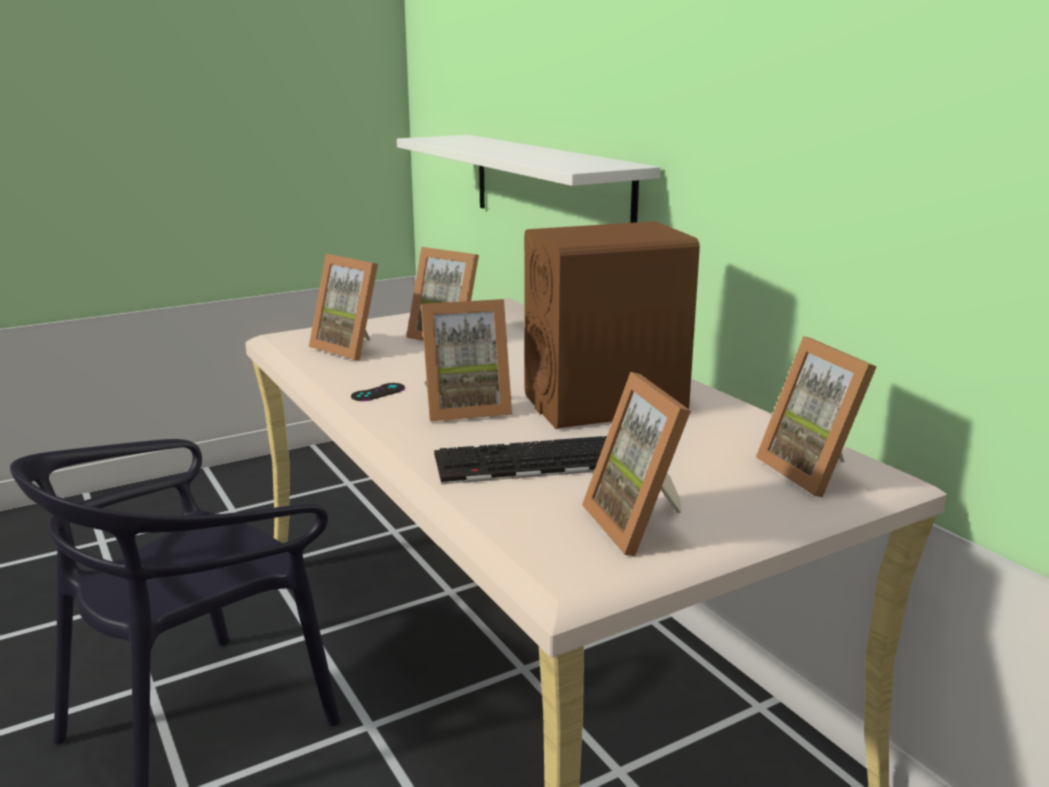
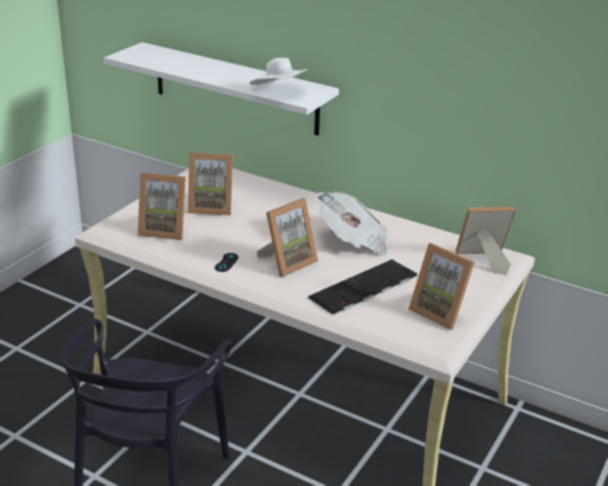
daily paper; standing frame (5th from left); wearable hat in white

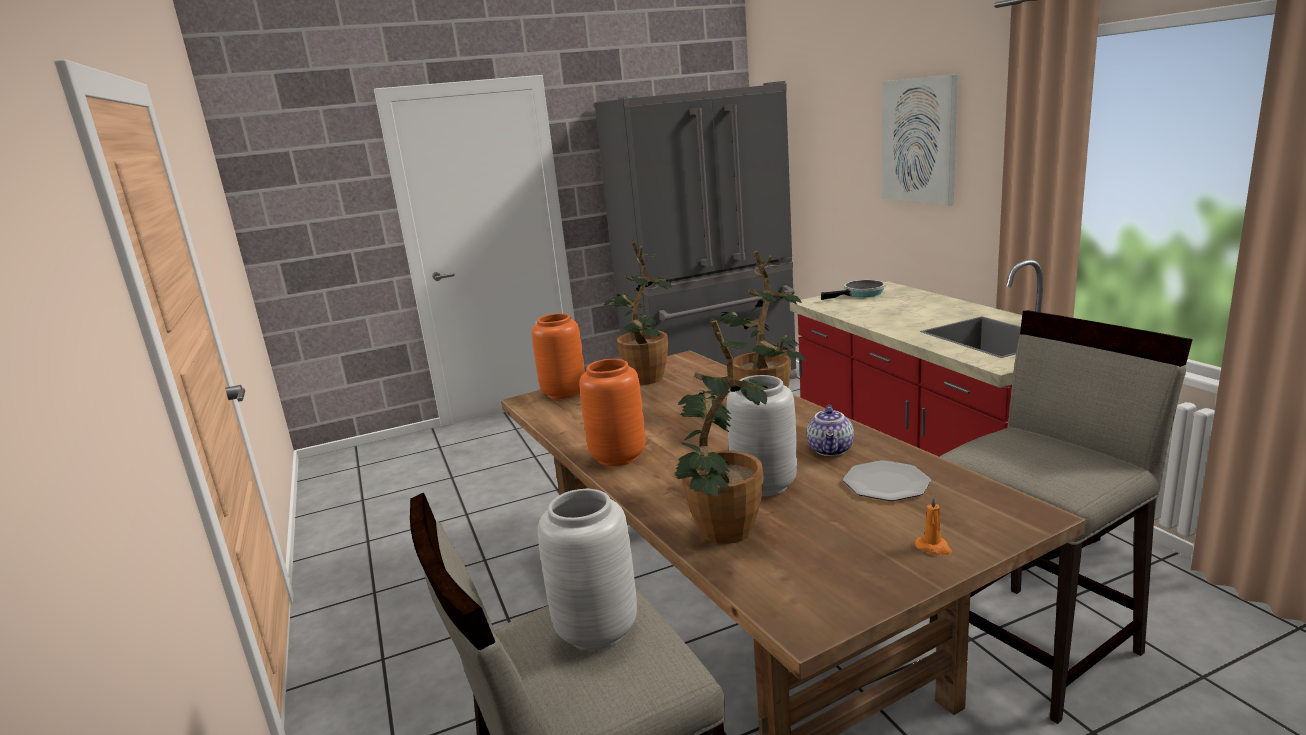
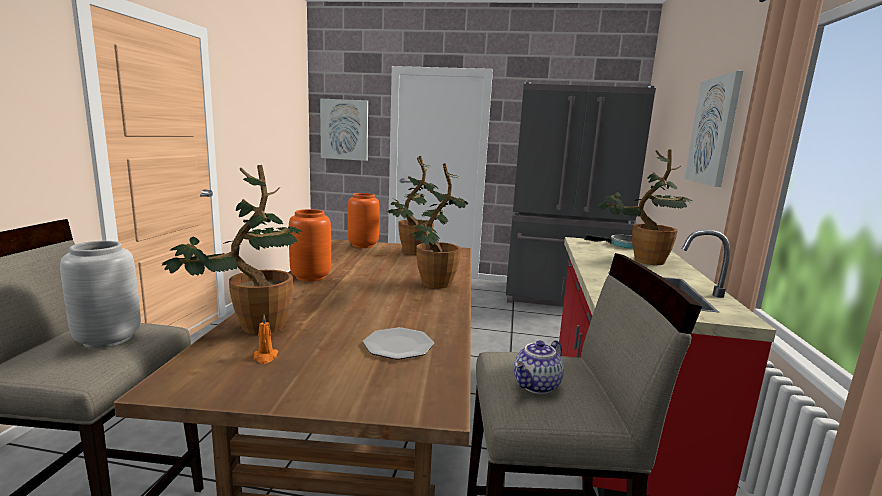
flower vase in grey (2nd from left in the first image); tea pot; candle in orange; picture (1st from left); plant in a pot (4th from left)

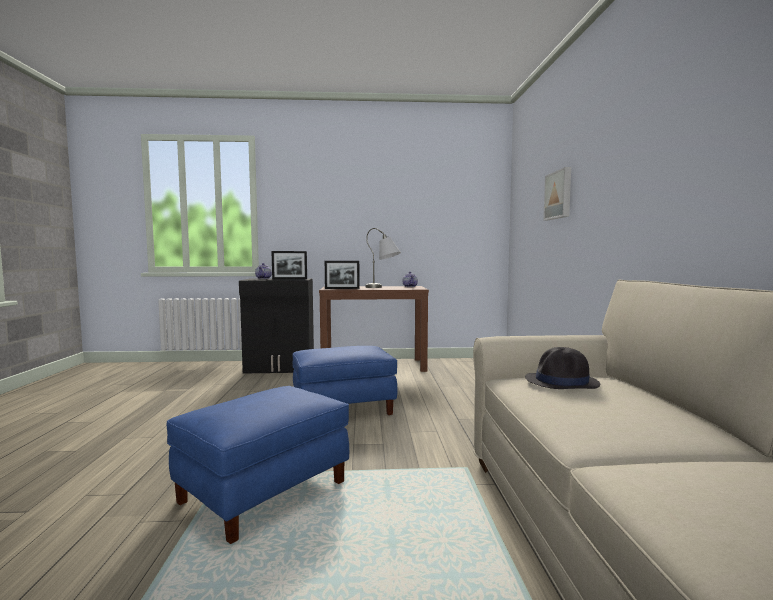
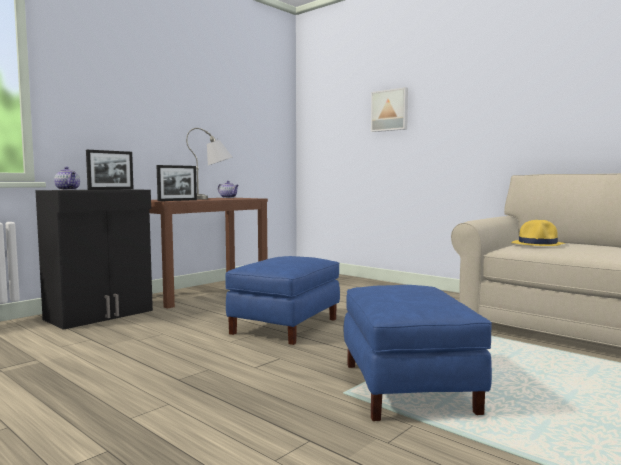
wearable hat in yellow

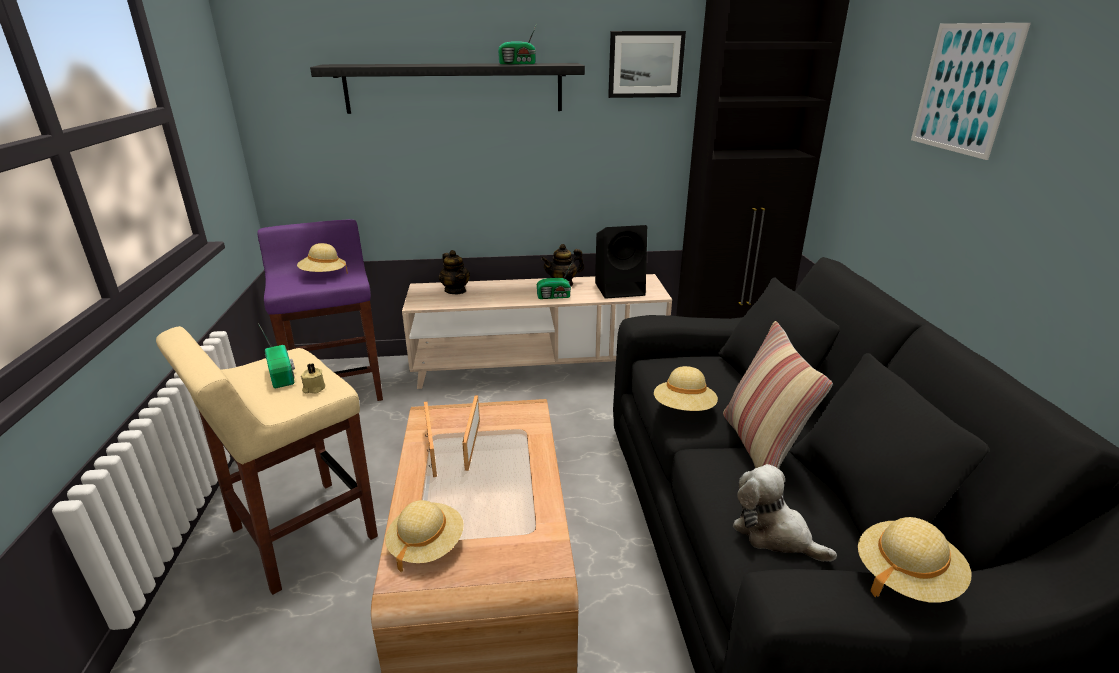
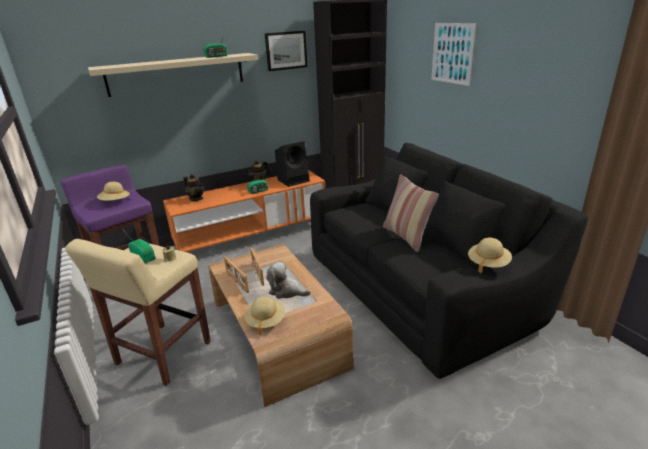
bracket shelf in beige; media console in orange; wearable hat in beige (3rd from left in the first image); soft toy

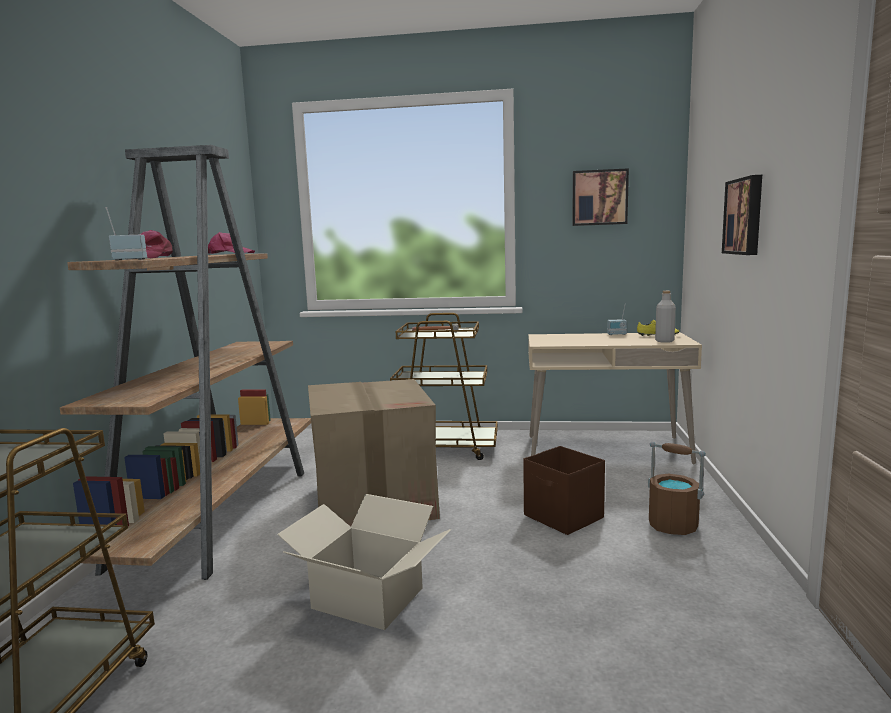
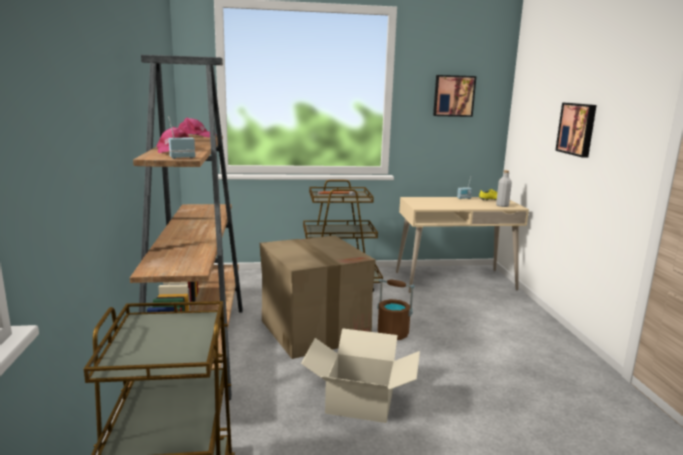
storage box in brown; water bucket in brown

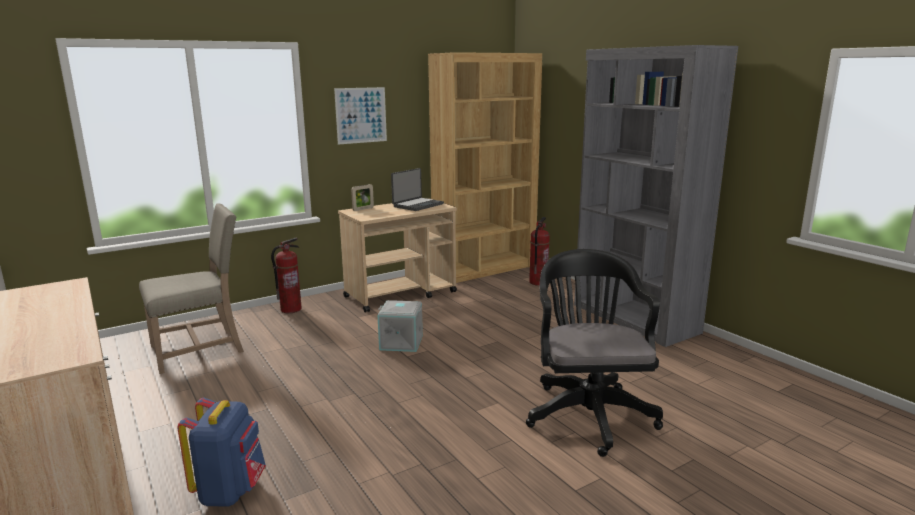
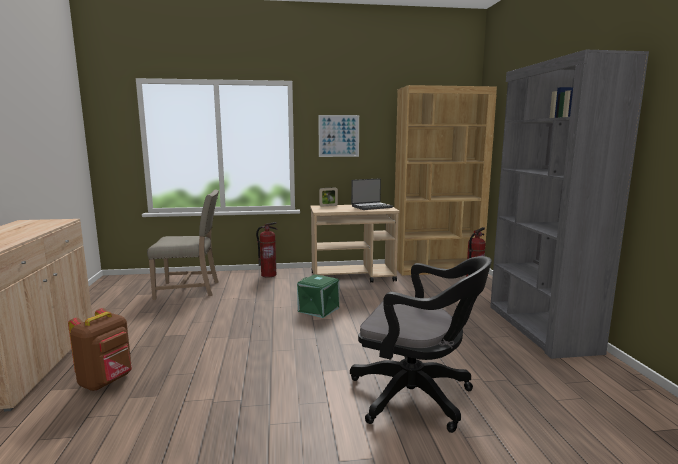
backpack in brown; storage box in green-coloured; computer chair in black

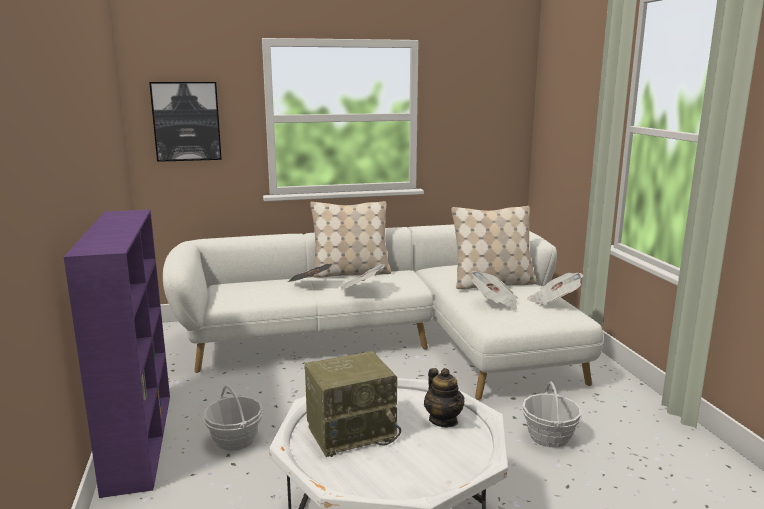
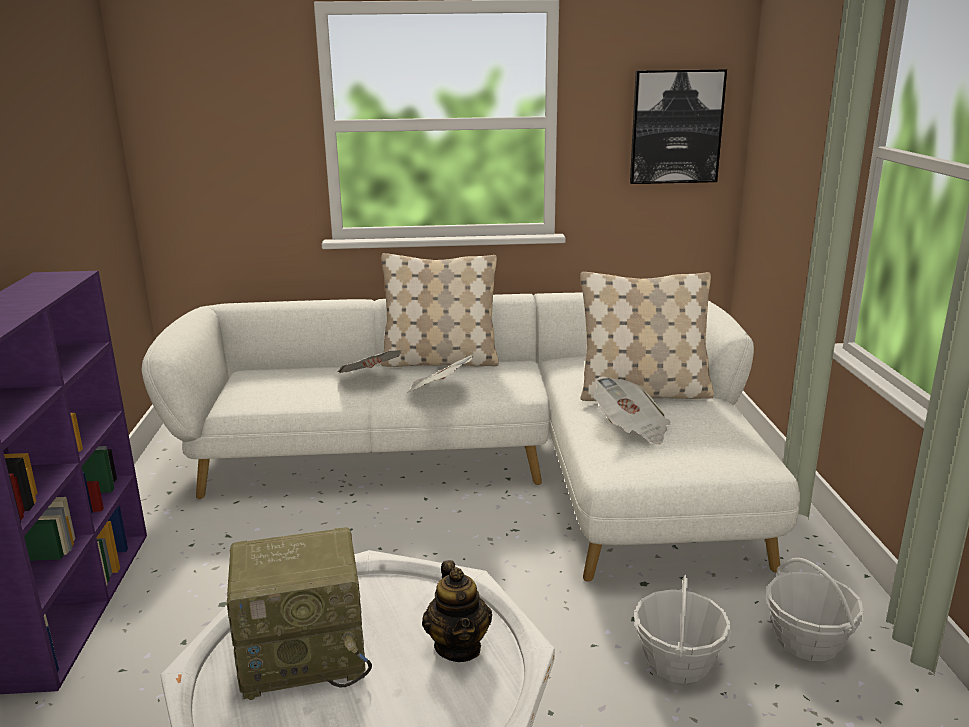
picture; storage basket (2nd from left); daily paper (4th from left in the first image)

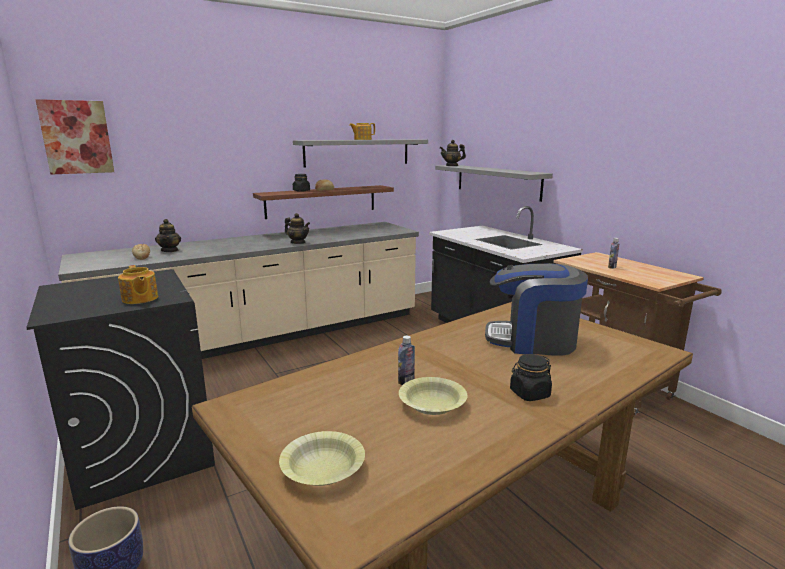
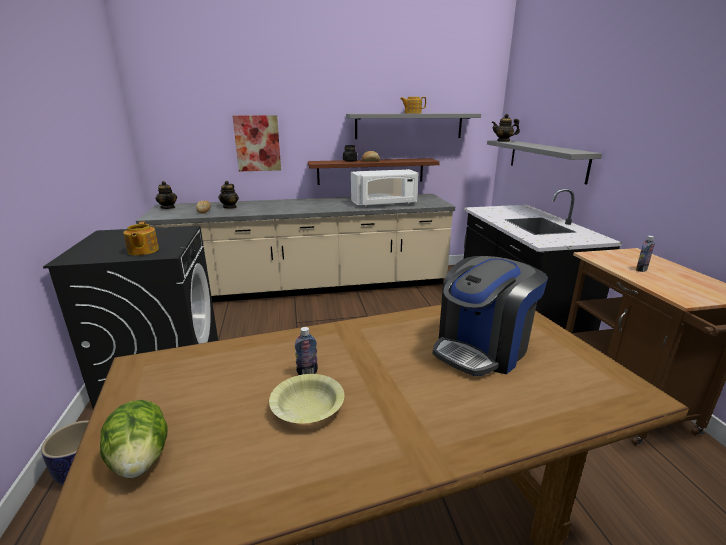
picture; lettuce head; tea pot (2nd from left); coffee maker; preserve jar in black (2nd from left in the first image); microwave oven in white

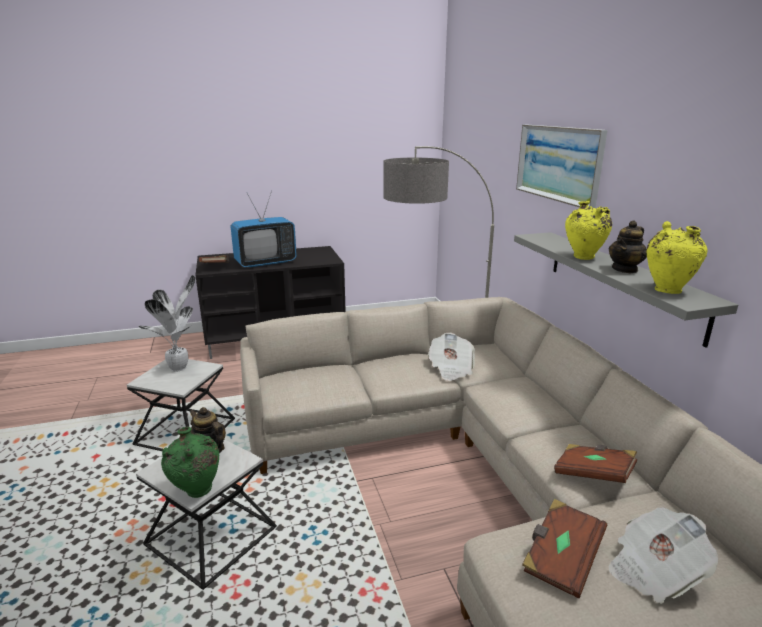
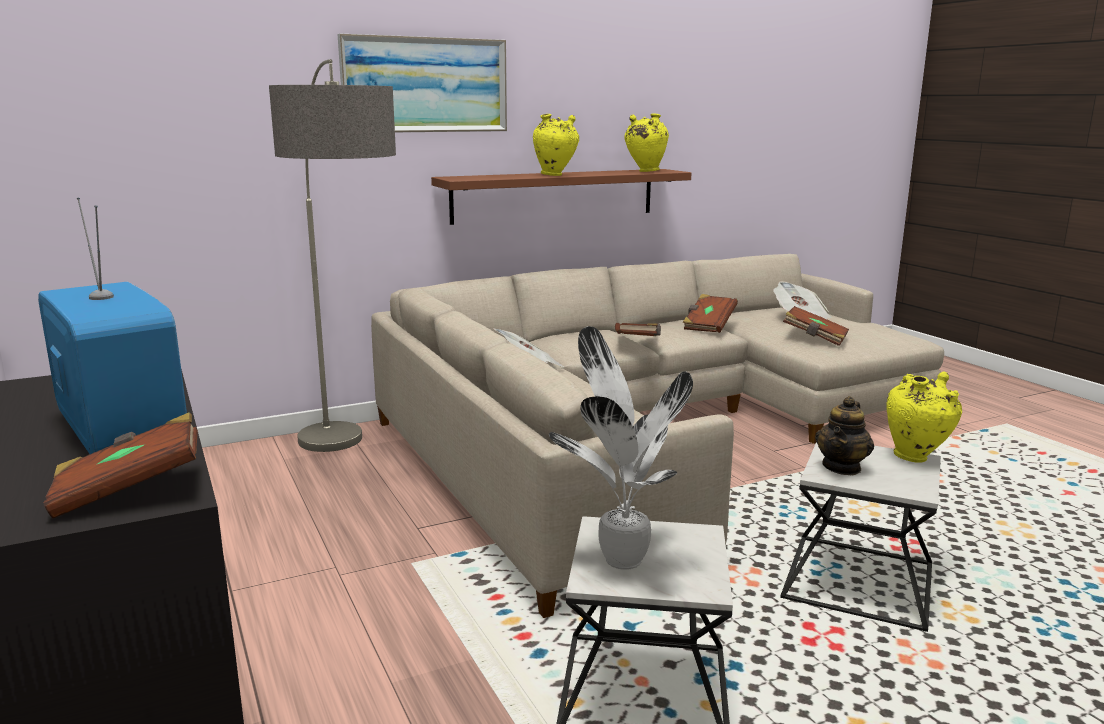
flower vase in yellow (3rd from left); bracket shelf in brown; tea pot (2nd from left in the first image); book in brown (2nd from left)

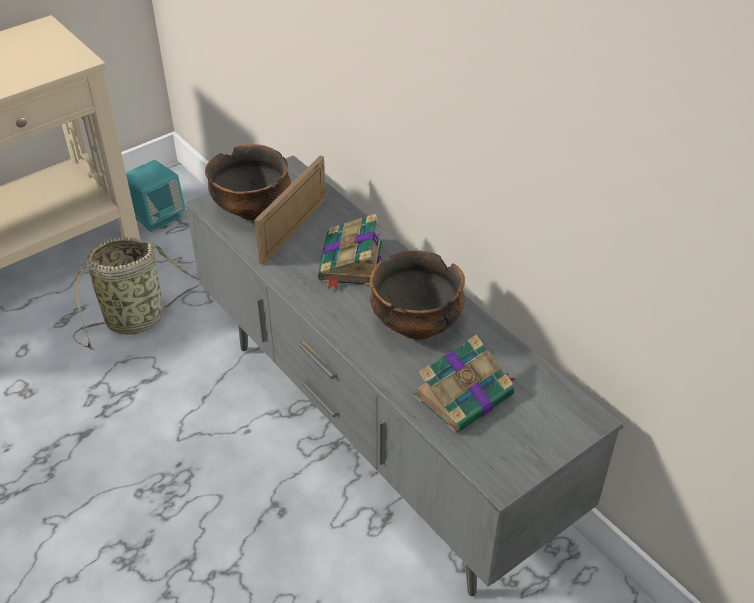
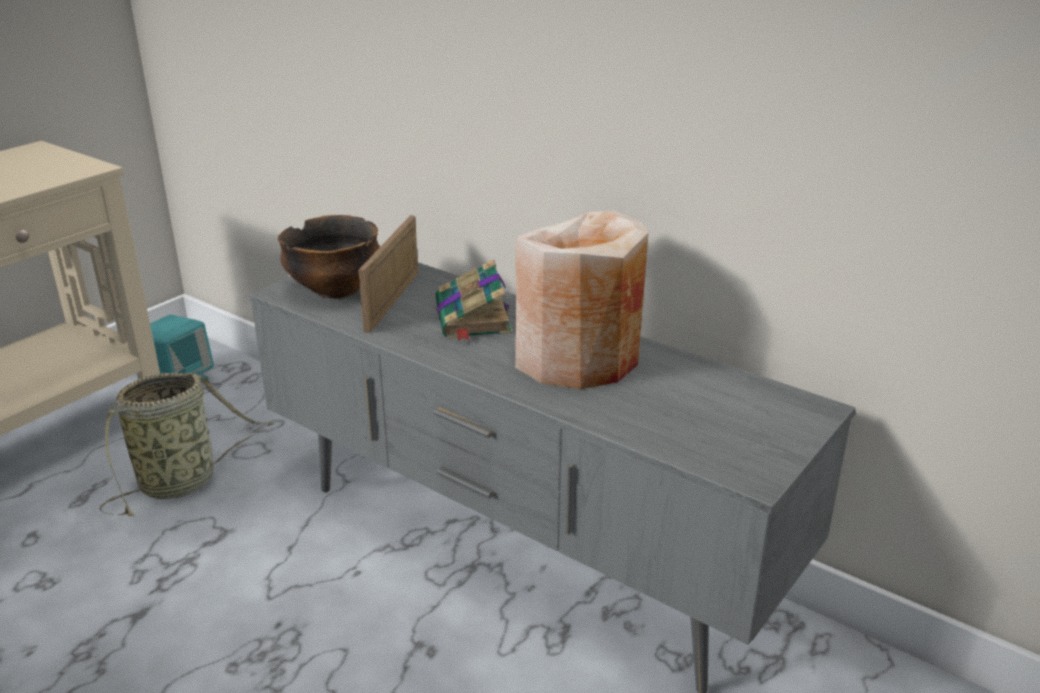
flower vase in beige; book (2nd from left in the first image)

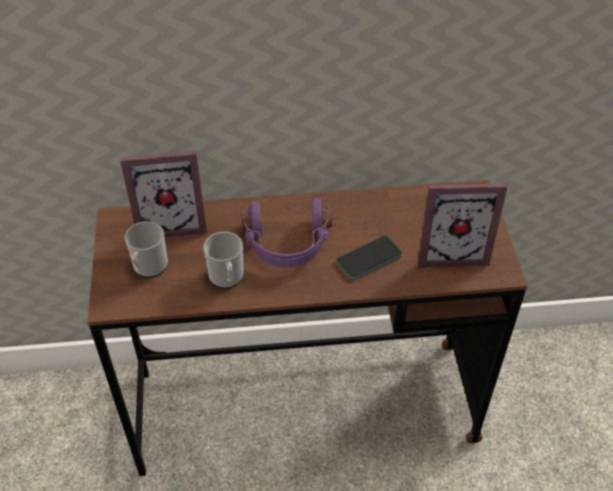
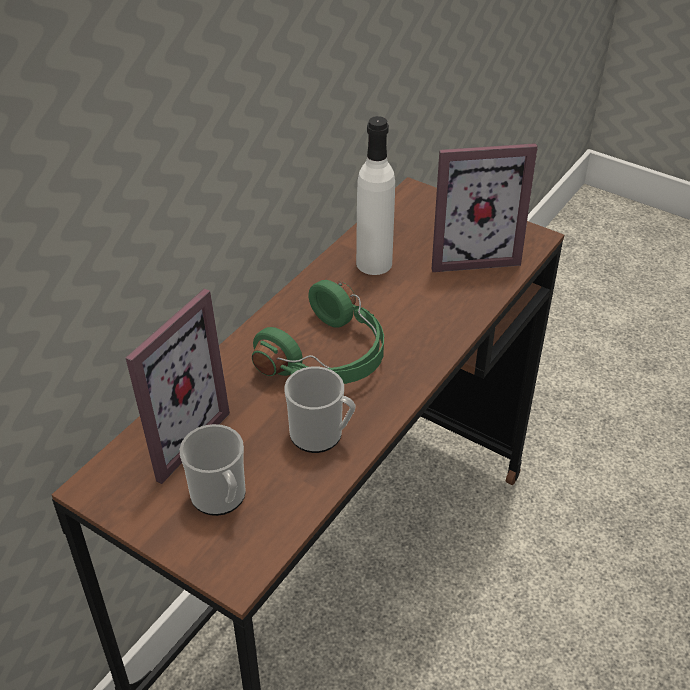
headphones in green-coloured; handset; standing frame (2nd from left); bottle in white

